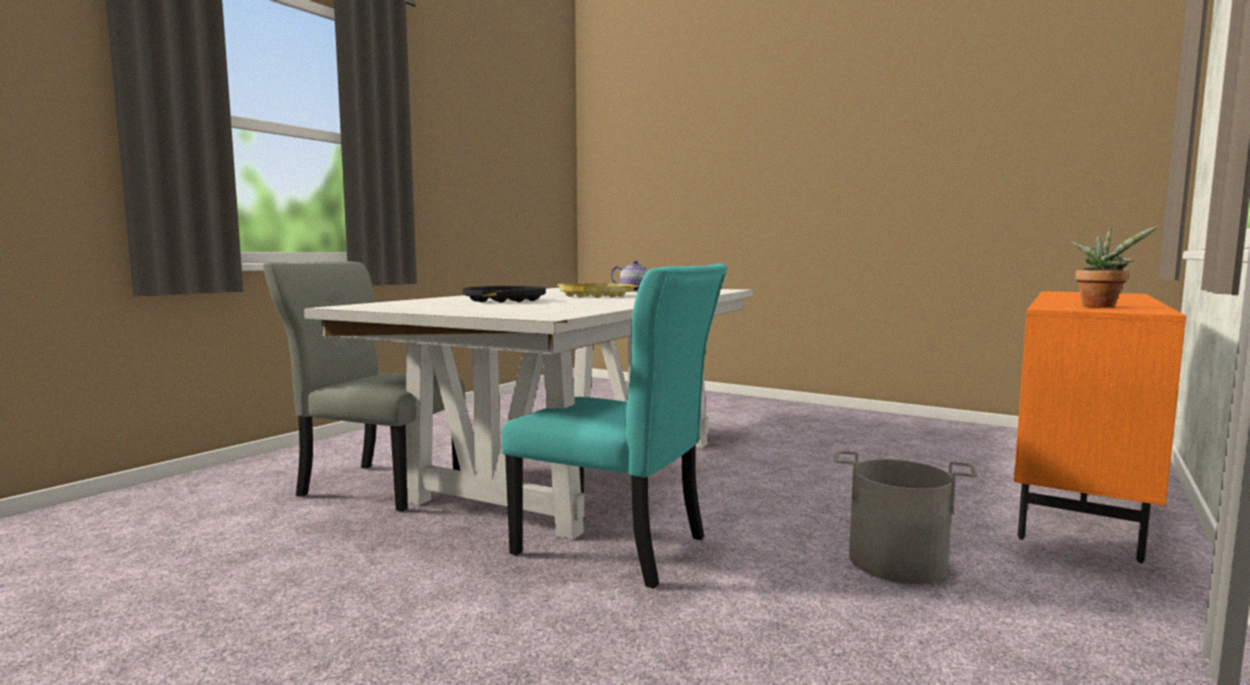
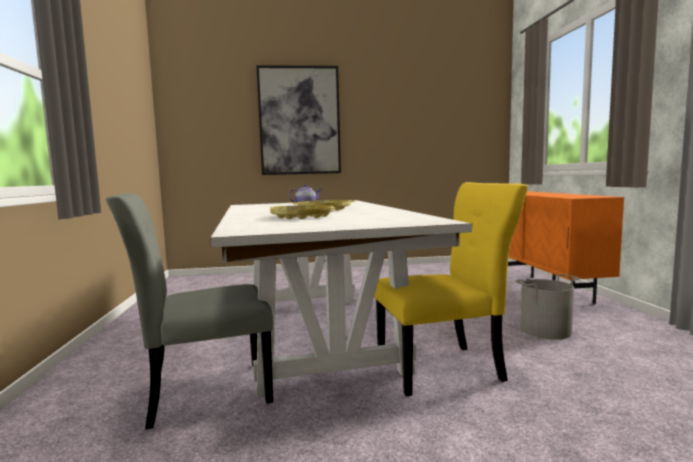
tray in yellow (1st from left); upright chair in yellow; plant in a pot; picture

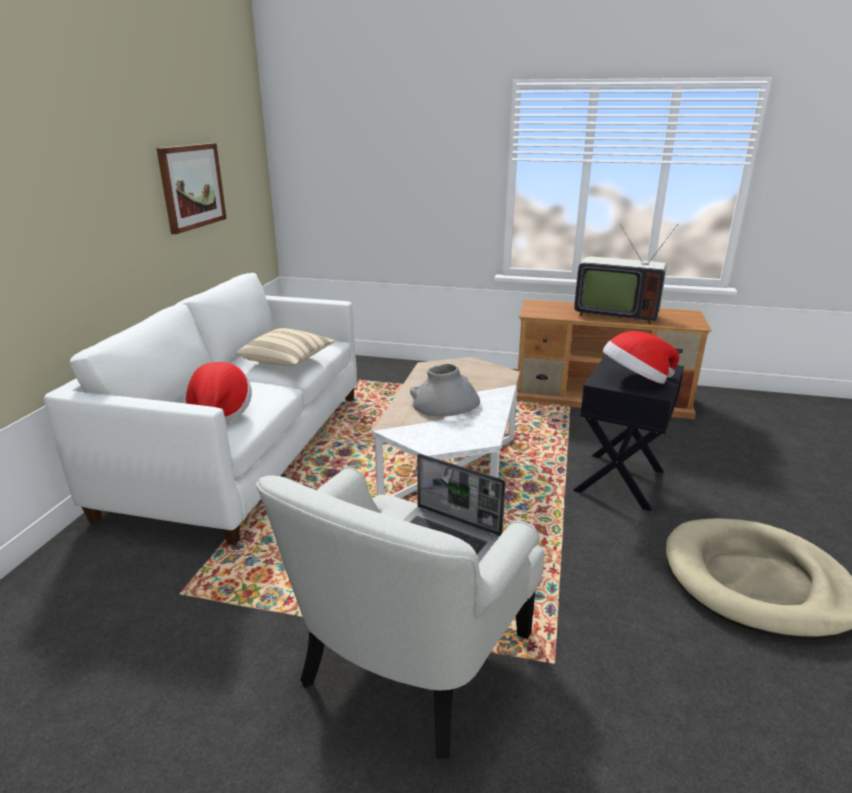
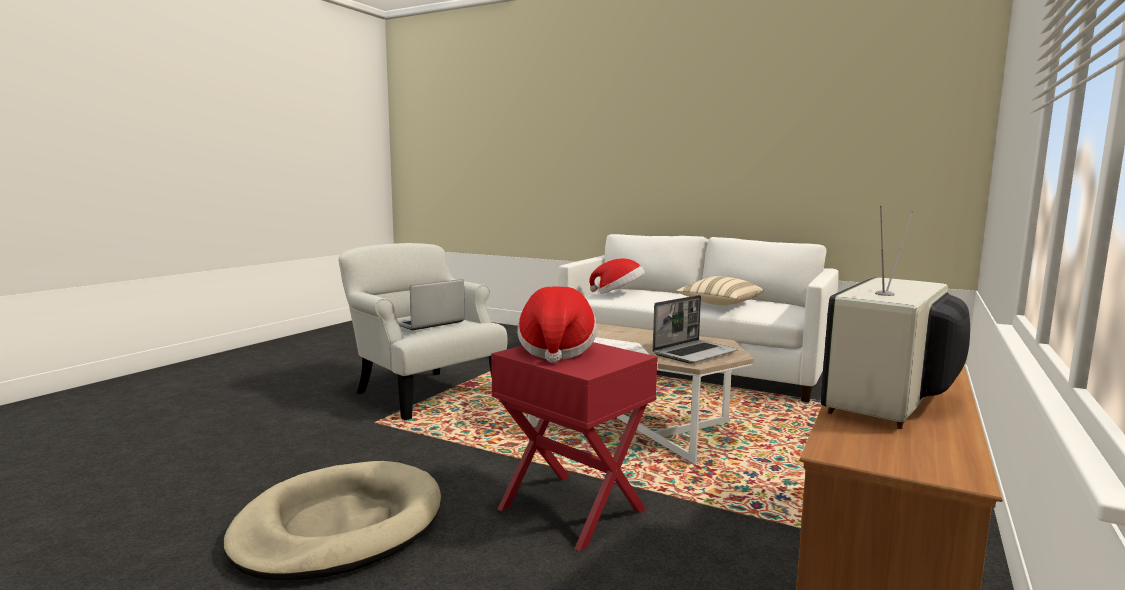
picture; flower vase in grey; side table in reddish; laptop (2nd from left)

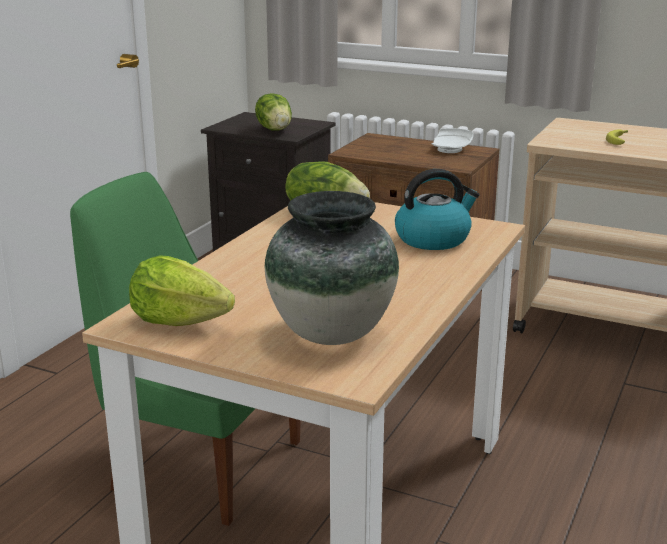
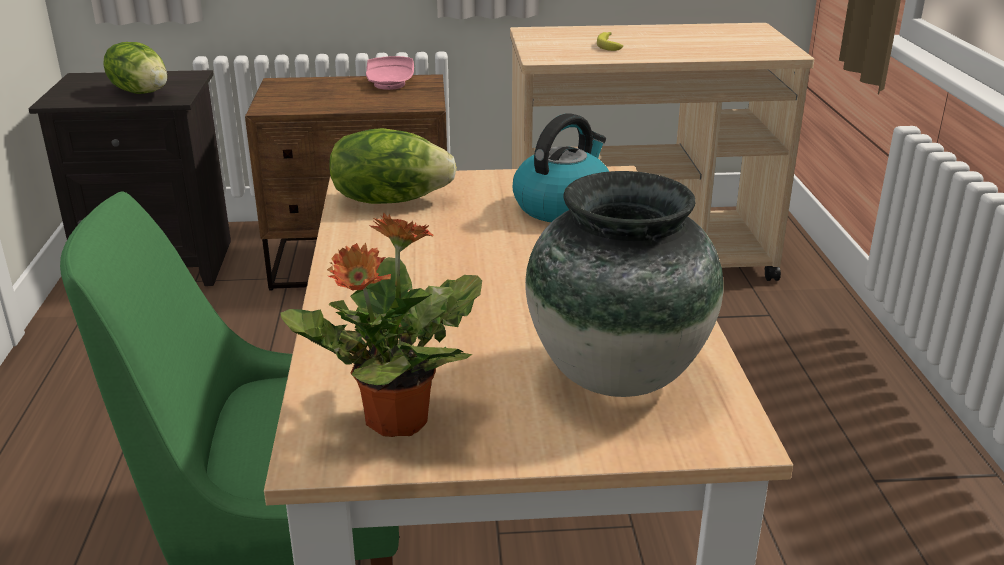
plant in a pot; flat dish in pink

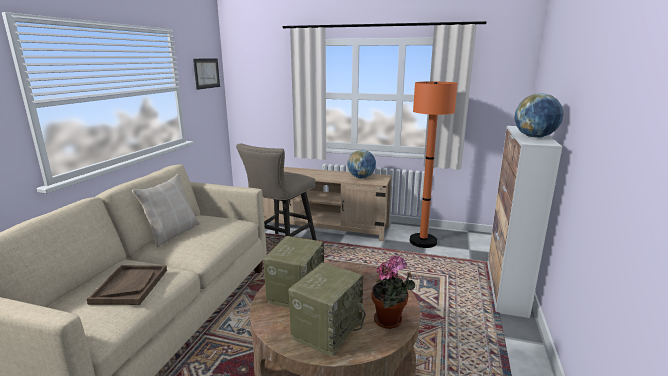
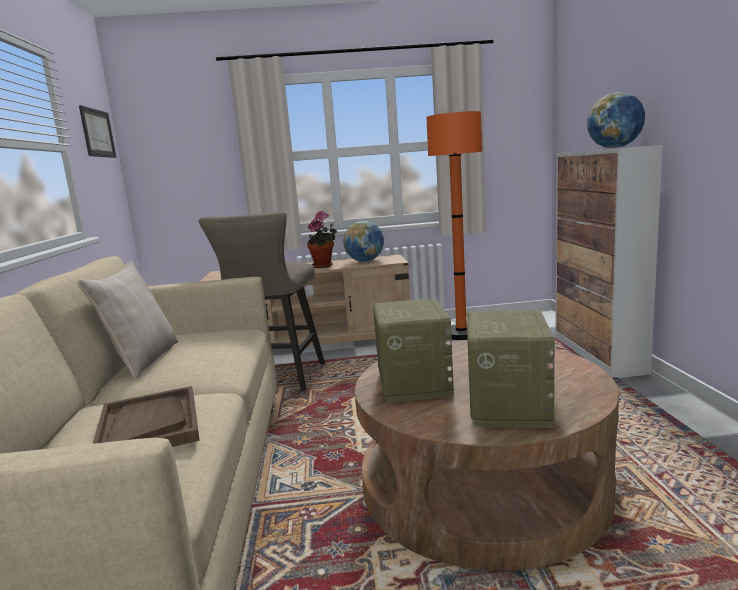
plant in a pot

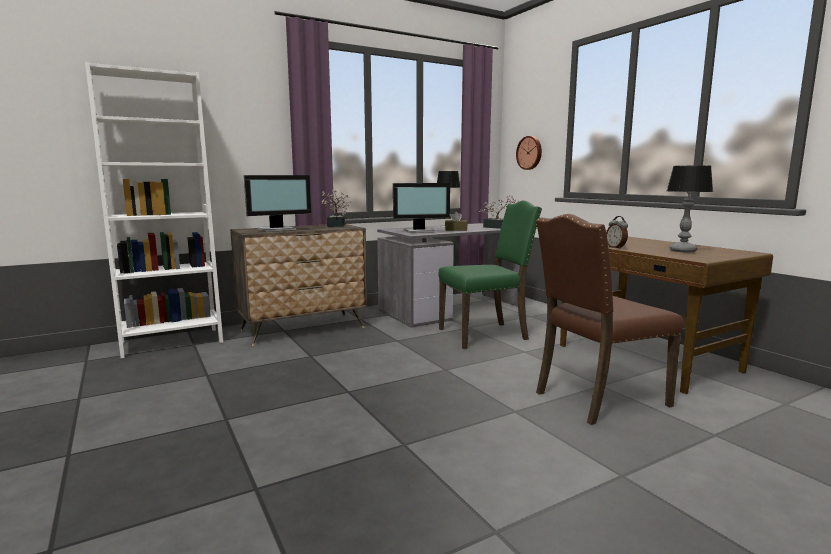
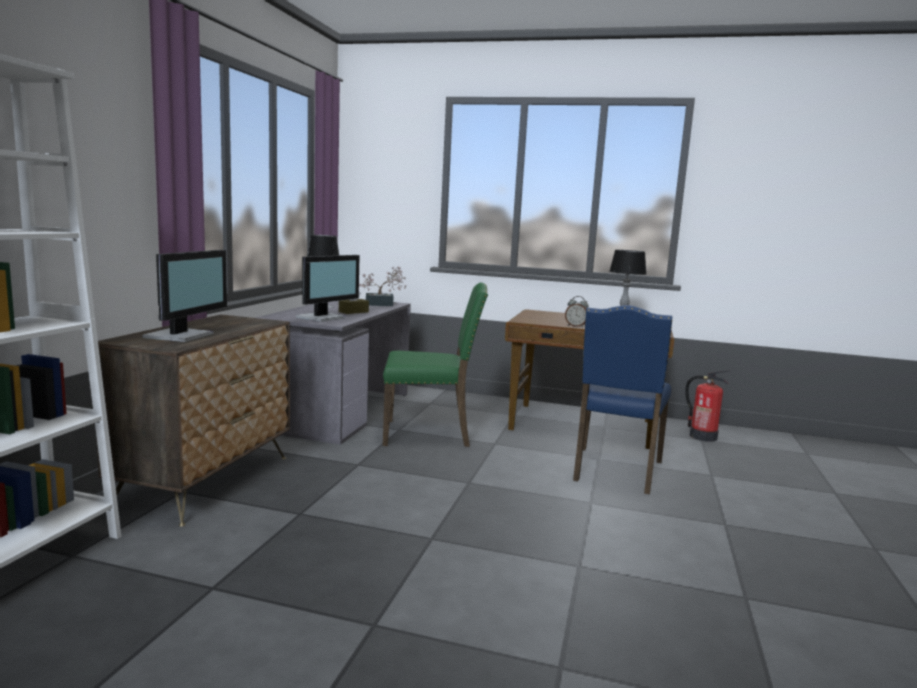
plant in a pot (1st from left in the first image); upright chair in green-coloured; clock on the wall; upright chair in blue; fire extinguisher

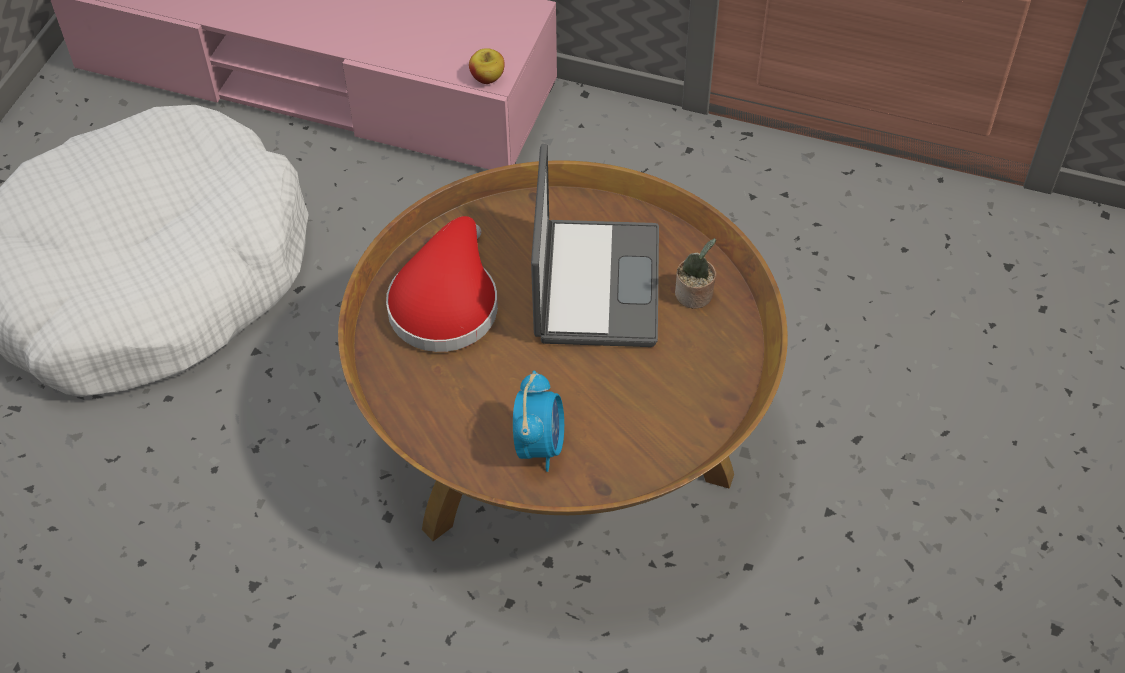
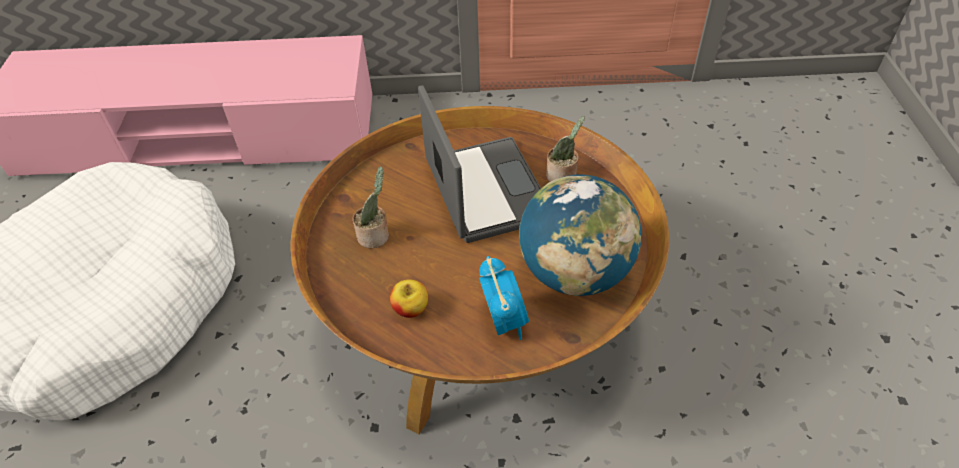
plant in a pot (1st from left); whole apple; desk globe

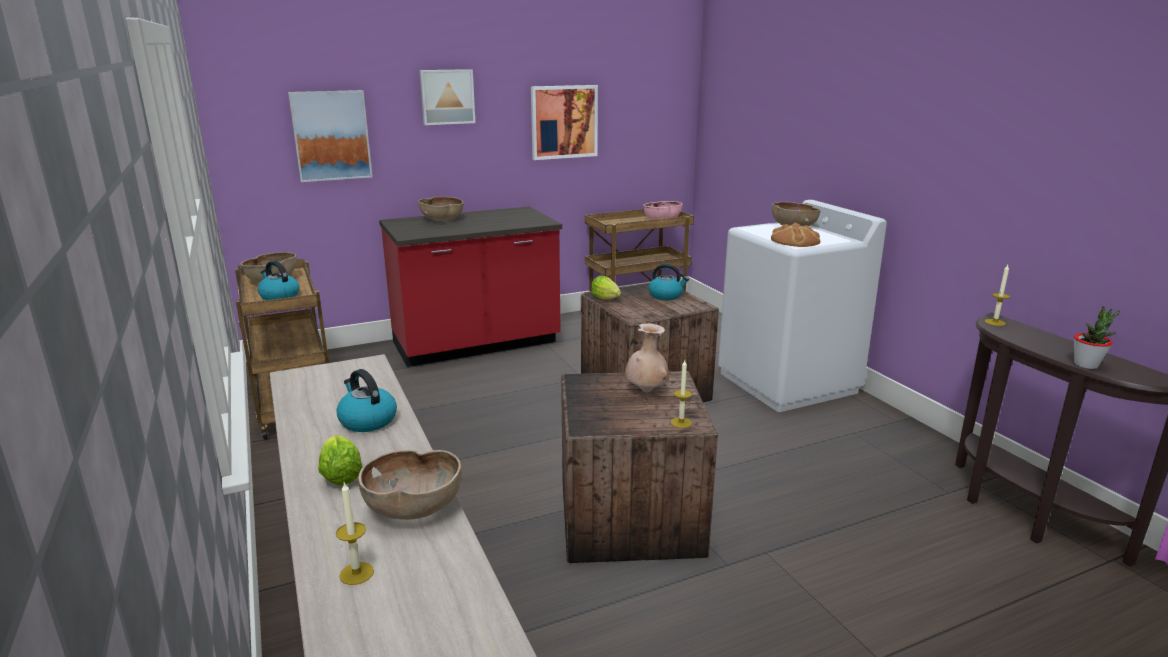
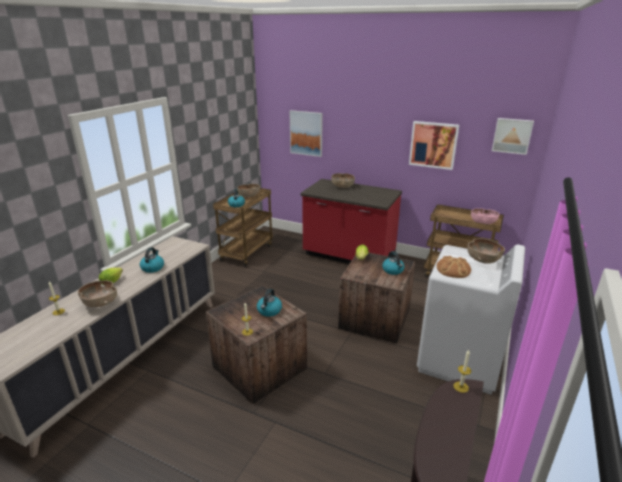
picture (3rd from left); kettle (3rd from left); plant in a pot

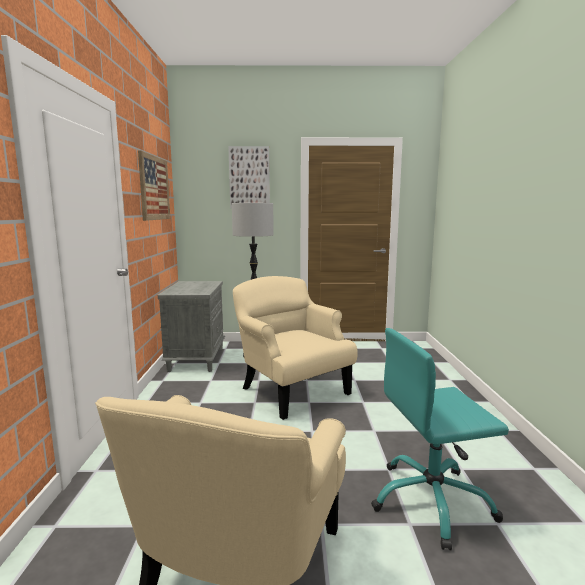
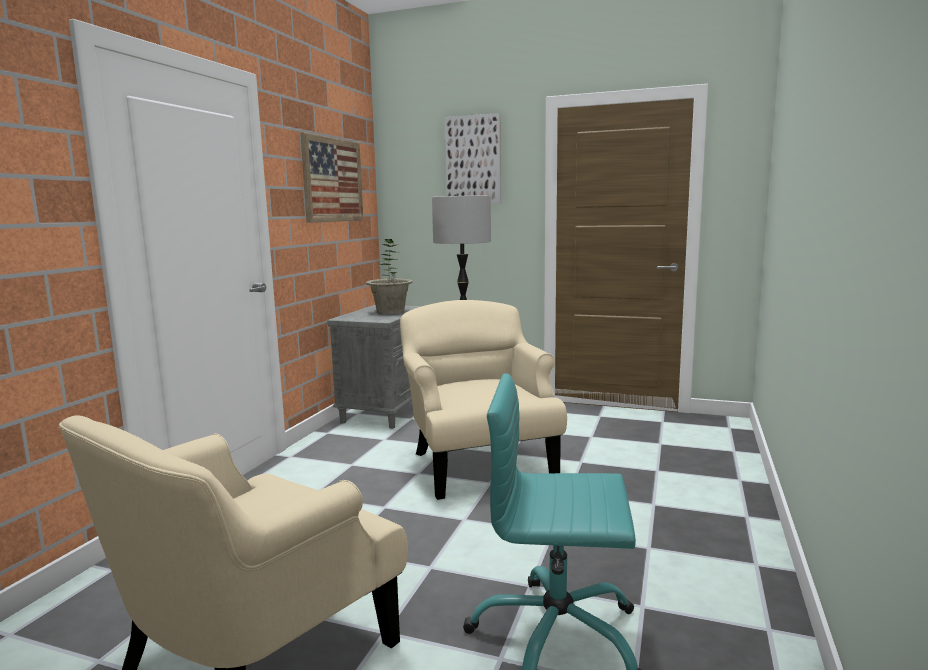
plant in a pot

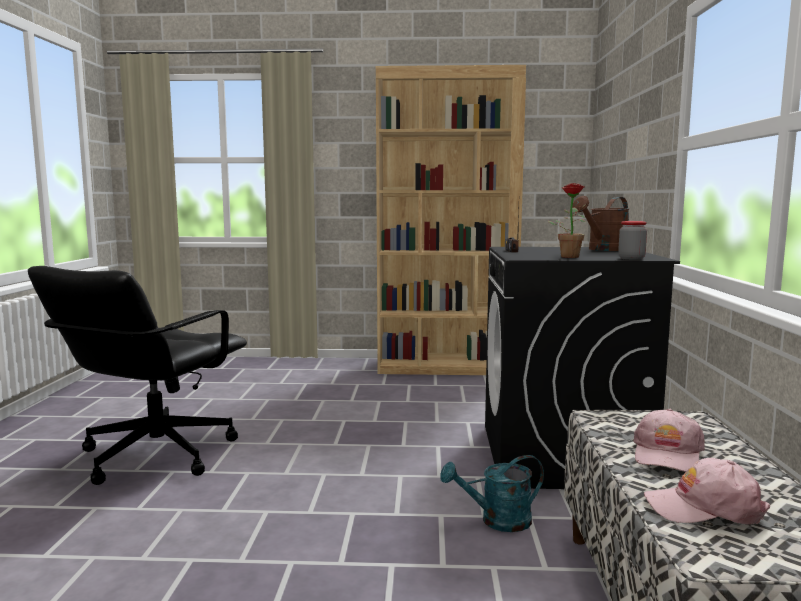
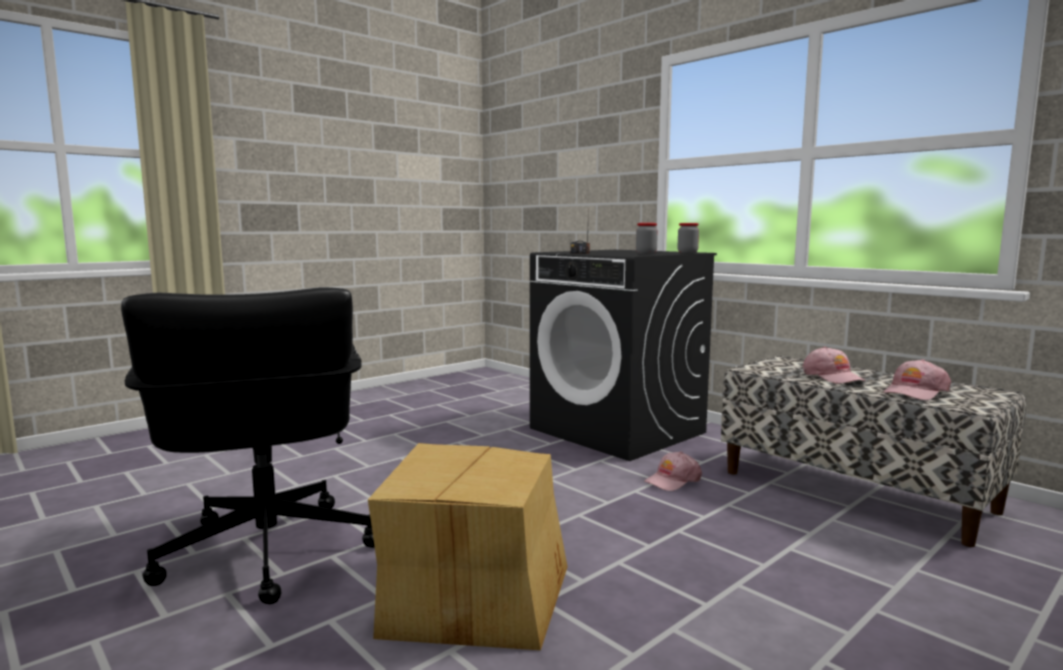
bookshelf in brown; peaked cap in pink (1st from left); preserve jar (1st from left); watering pot in brown; packing box

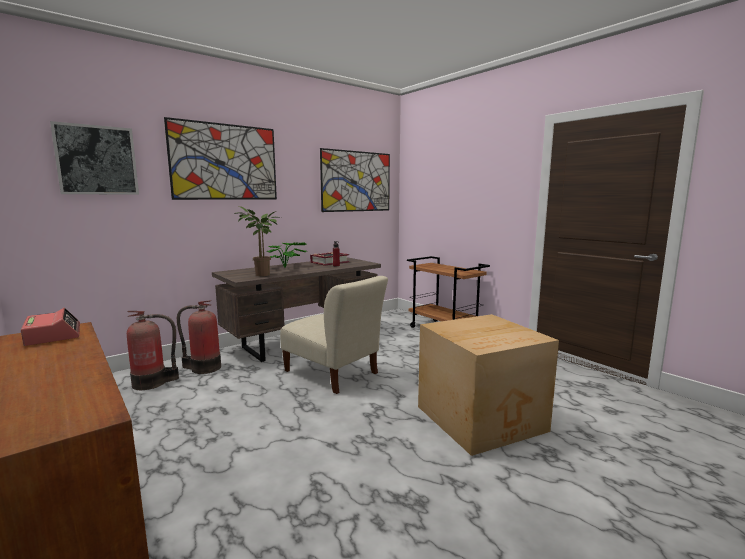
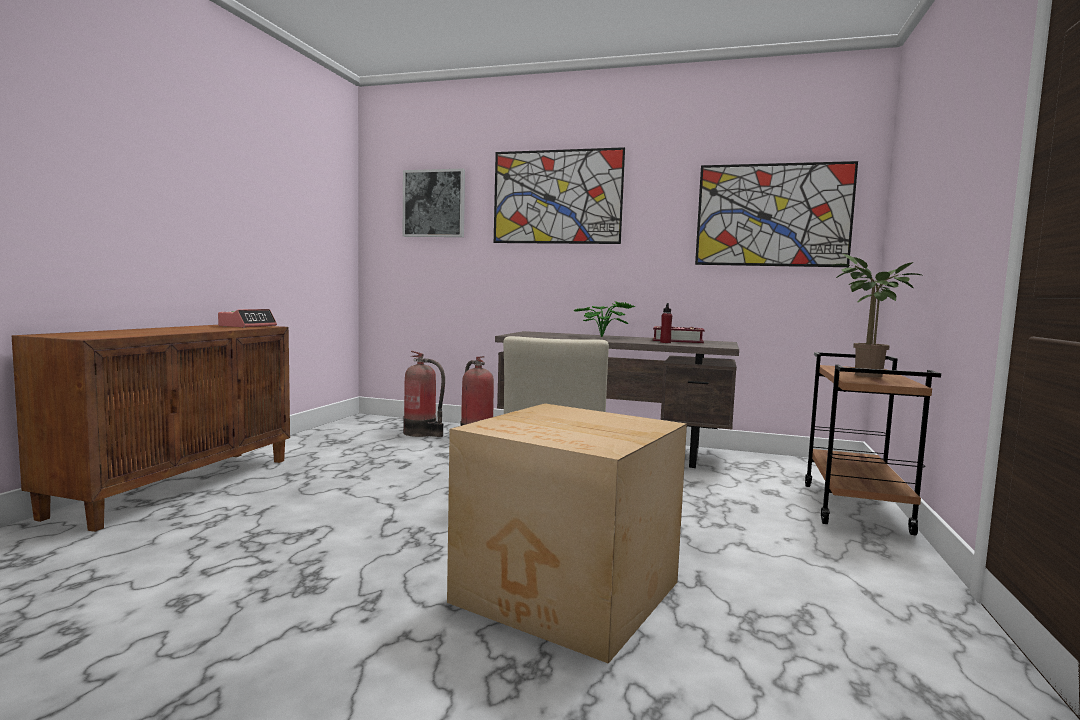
plant in a pot (2nd from left)

